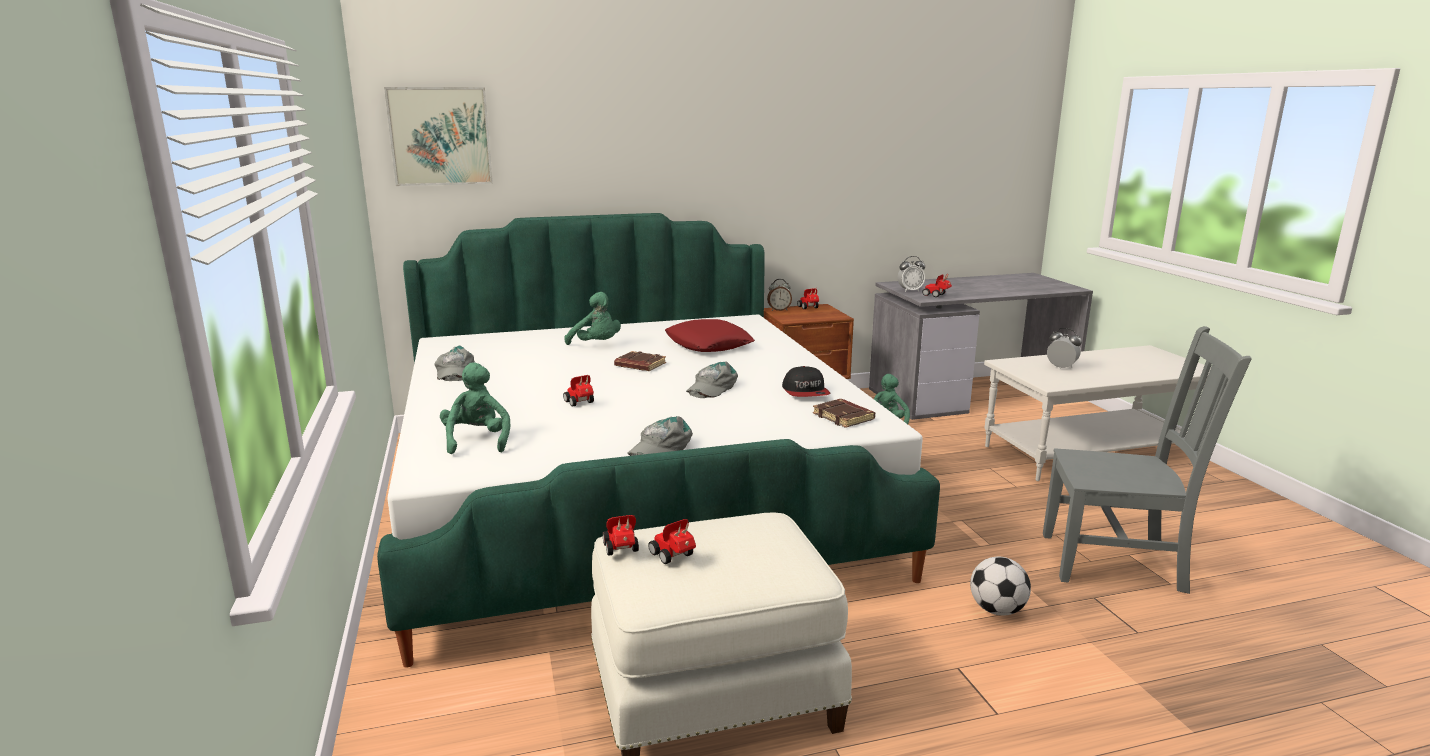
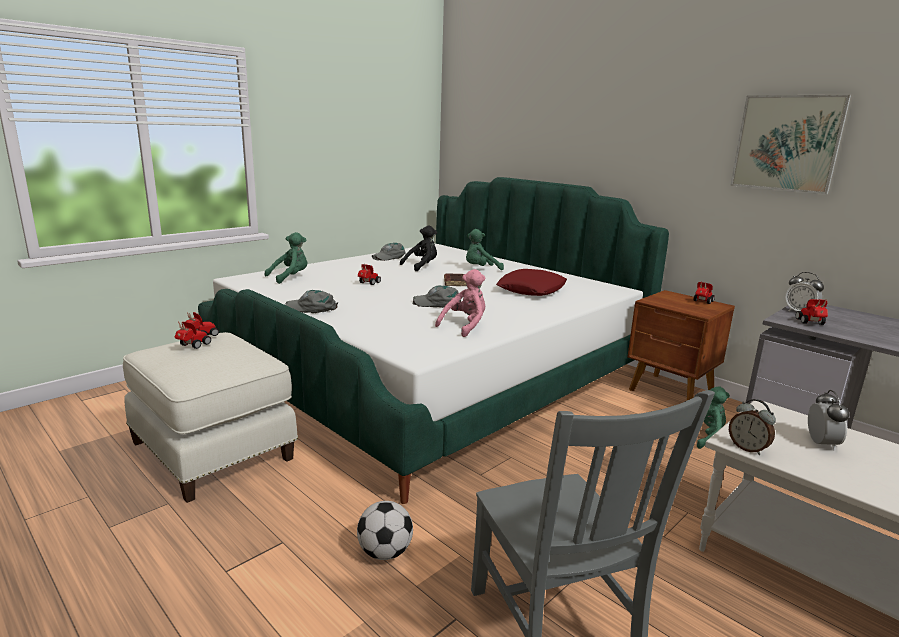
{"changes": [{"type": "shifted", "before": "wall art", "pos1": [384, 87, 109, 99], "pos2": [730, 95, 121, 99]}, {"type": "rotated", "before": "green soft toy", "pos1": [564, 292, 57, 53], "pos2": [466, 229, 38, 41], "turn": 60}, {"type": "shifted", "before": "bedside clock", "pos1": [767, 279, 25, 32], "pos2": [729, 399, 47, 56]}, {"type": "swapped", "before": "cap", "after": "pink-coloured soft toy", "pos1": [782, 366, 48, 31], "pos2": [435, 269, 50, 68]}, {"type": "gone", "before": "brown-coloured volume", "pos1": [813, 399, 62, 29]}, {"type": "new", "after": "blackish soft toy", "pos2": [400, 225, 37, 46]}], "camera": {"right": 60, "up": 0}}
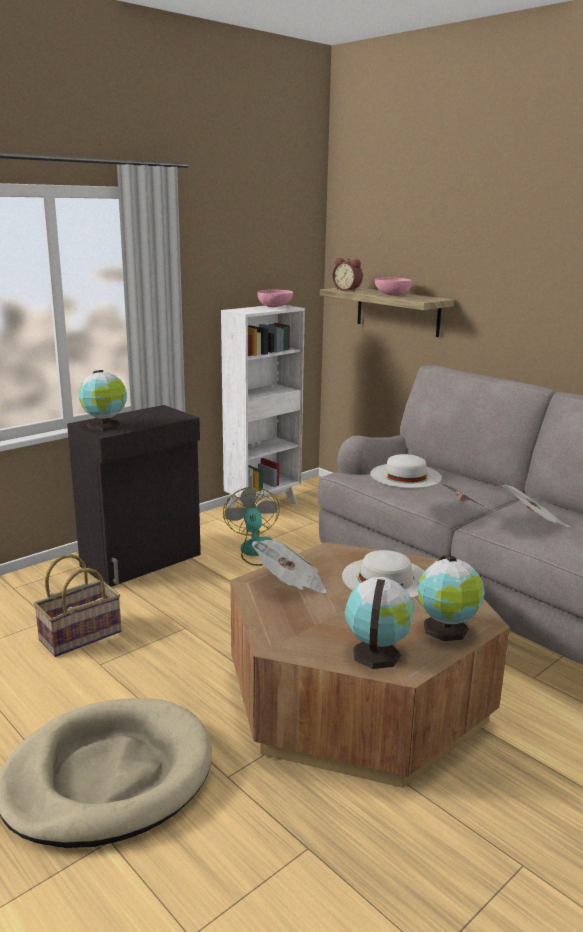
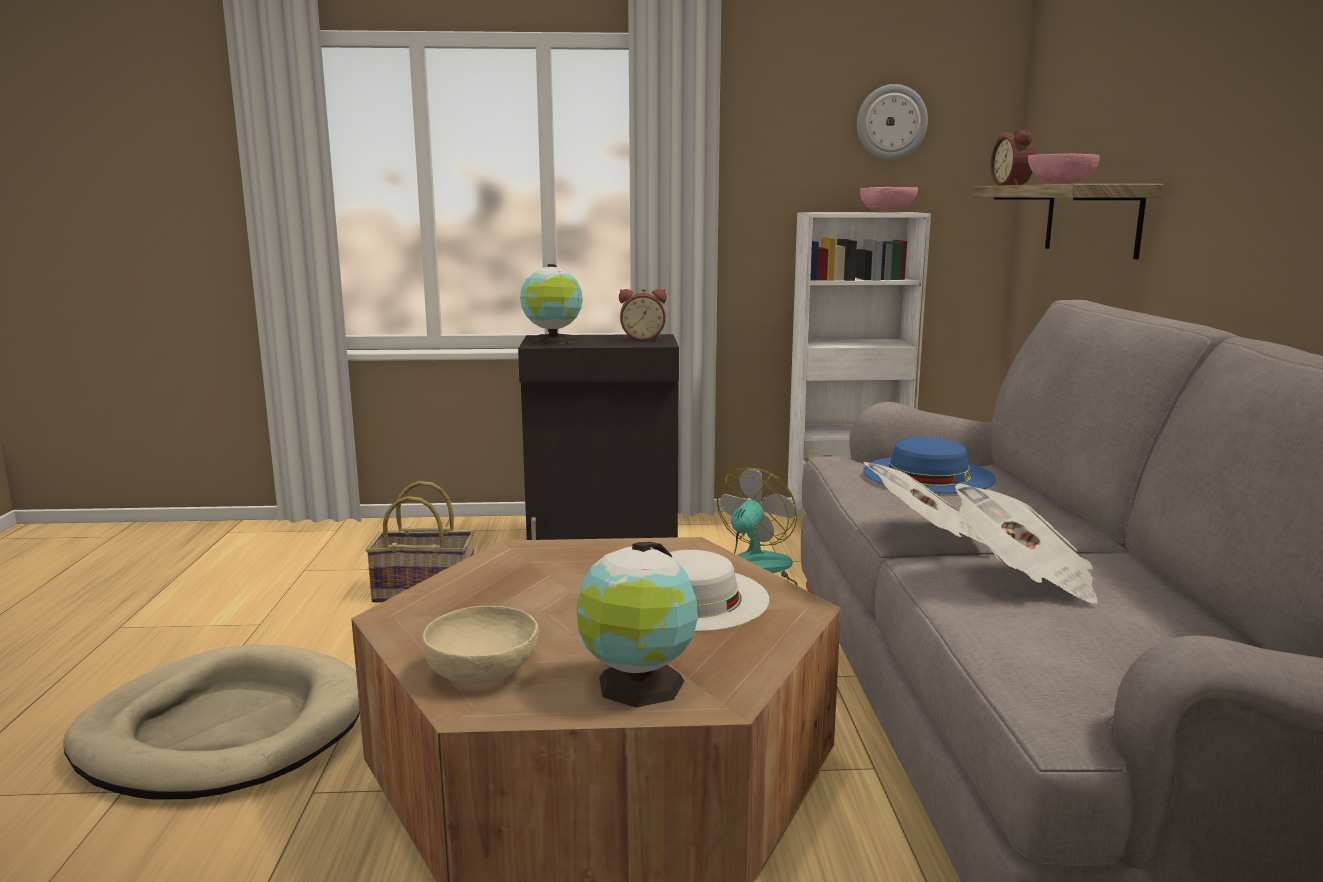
{"changes": [{"type": "gone", "before": "daily paper", "pos1": [252, 540, 75, 53]}, {"type": "swapped", "before": "world globe", "after": "beige deep dish", "pos1": [345, 577, 69, 92], "pos2": [422, 606, 117, 78]}, {"type": "repainted", "before": "white-coloured hat", "after": "bluish hat", "pos1": [370, 454, 72, 34], "pos2": [863, 437, 133, 57]}, {"type": "new", "after": "bedside clock", "pos2": [619, 289, 48, 52]}, {"type": "new", "after": "wall clock", "pos2": [857, 84, 71, 76]}], "camera": {"right": 40, "up": -5}}
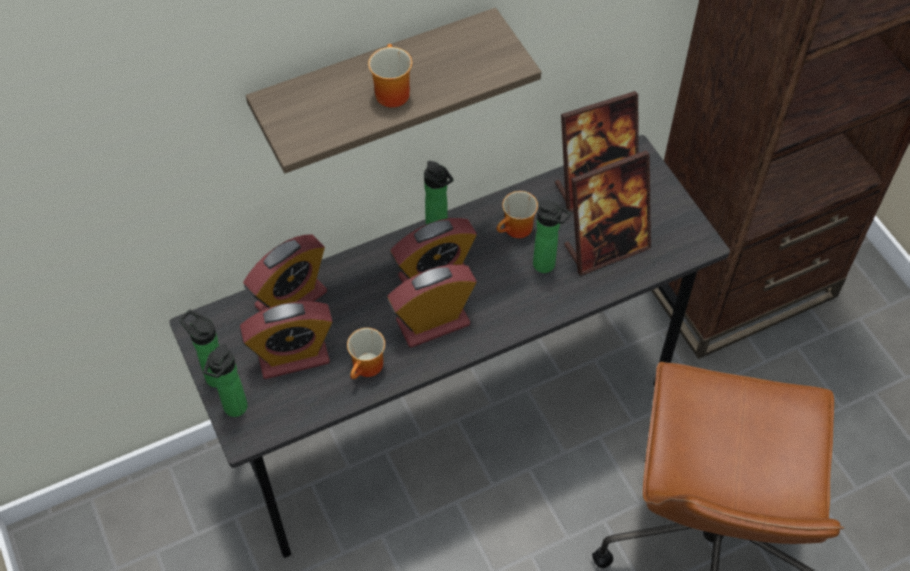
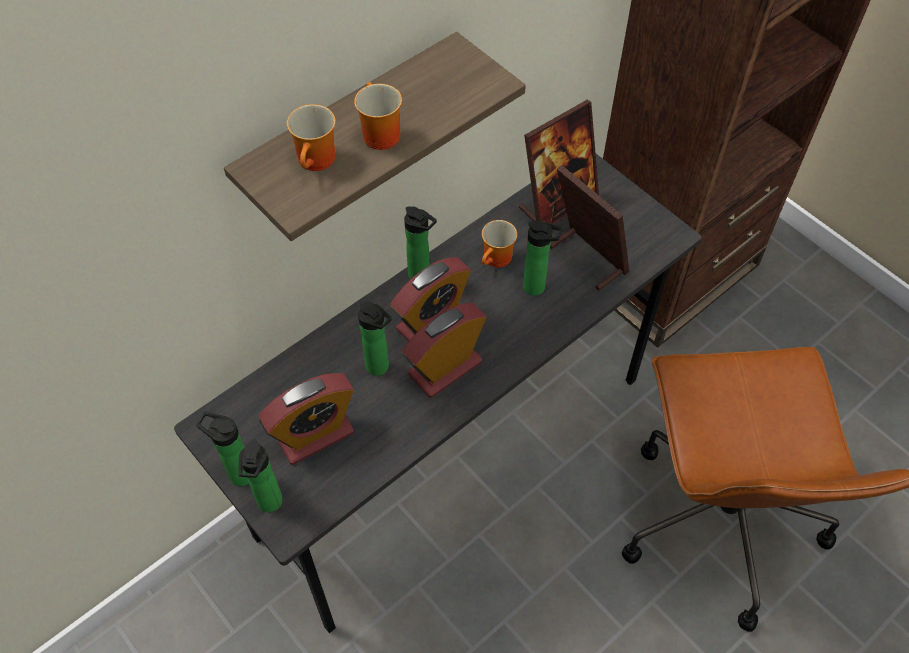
{"changes": [{"type": "gone", "before": "bedside clock", "pos1": [243, 234, 84, 77]}, {"type": "shifted", "before": "mug", "pos1": [347, 328, 38, 51], "pos2": [287, 104, 49, 67]}, {"type": "rotated", "before": "picture frame", "pos1": [564, 150, 87, 126], "pos2": [550, 165, 79, 126], "turn": -90}, {"type": "new", "after": "drink bottle", "pos2": [358, 301, 34, 75]}], "camera": {"right": -15, "up": 0}}
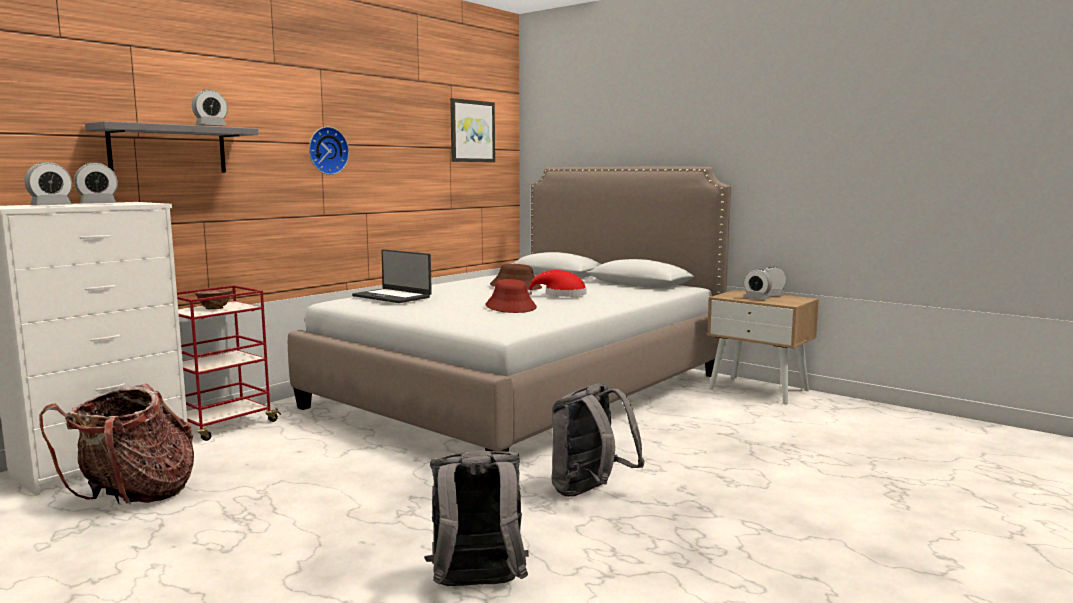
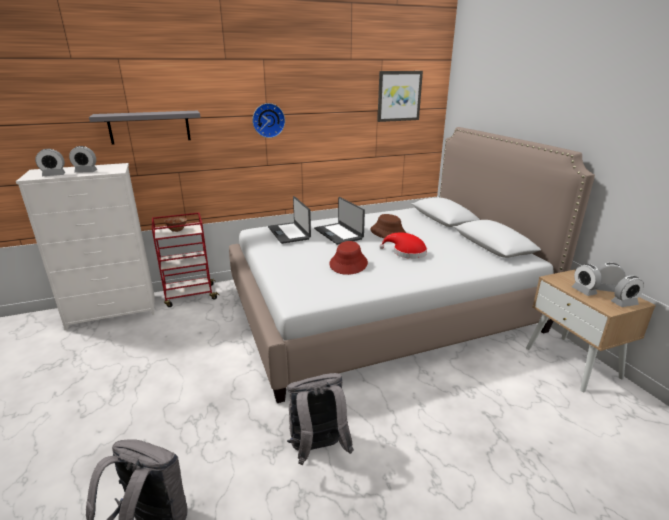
{"changes": [{"type": "gone", "before": "backpack", "pos1": [39, 384, 155, 120]}, {"type": "shifted", "before": "bedside clock", "pos1": [192, 90, 36, 36], "pos2": [611, 276, 33, 31]}, {"type": "new", "after": "notebook computer", "pos2": [314, 197, 51, 48]}], "camera": {"right": 30, "up": 15}}
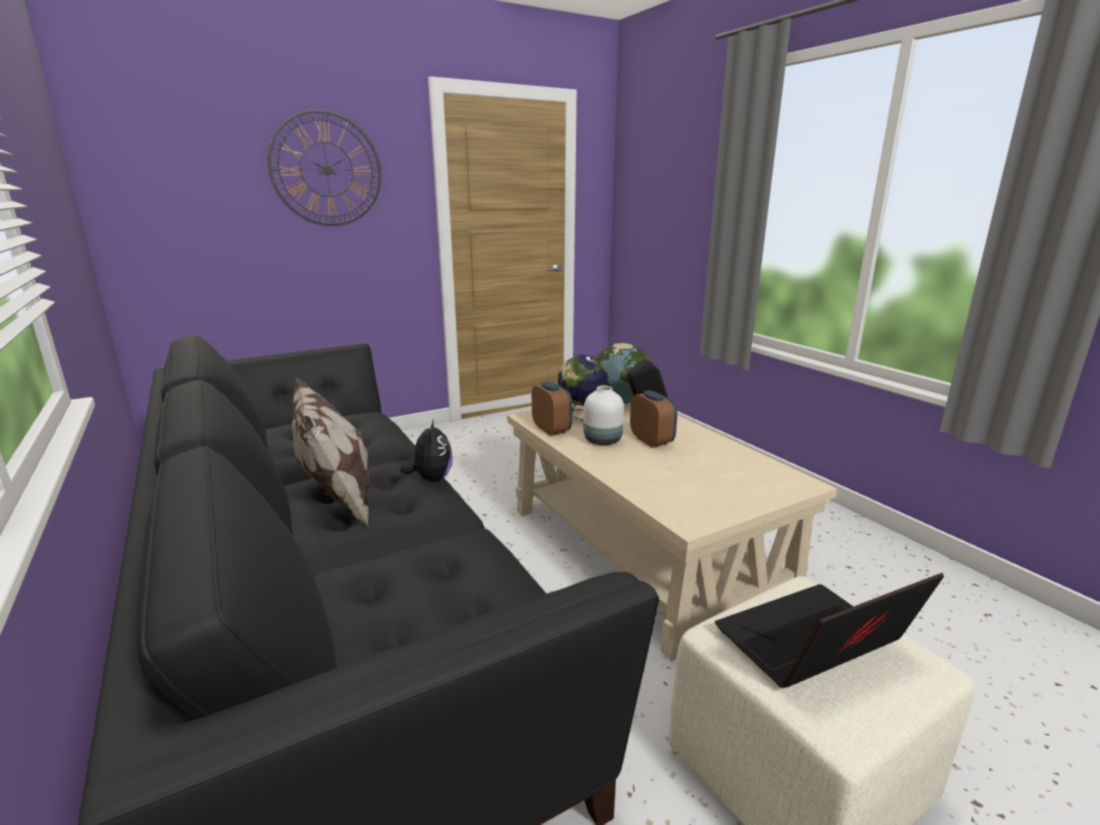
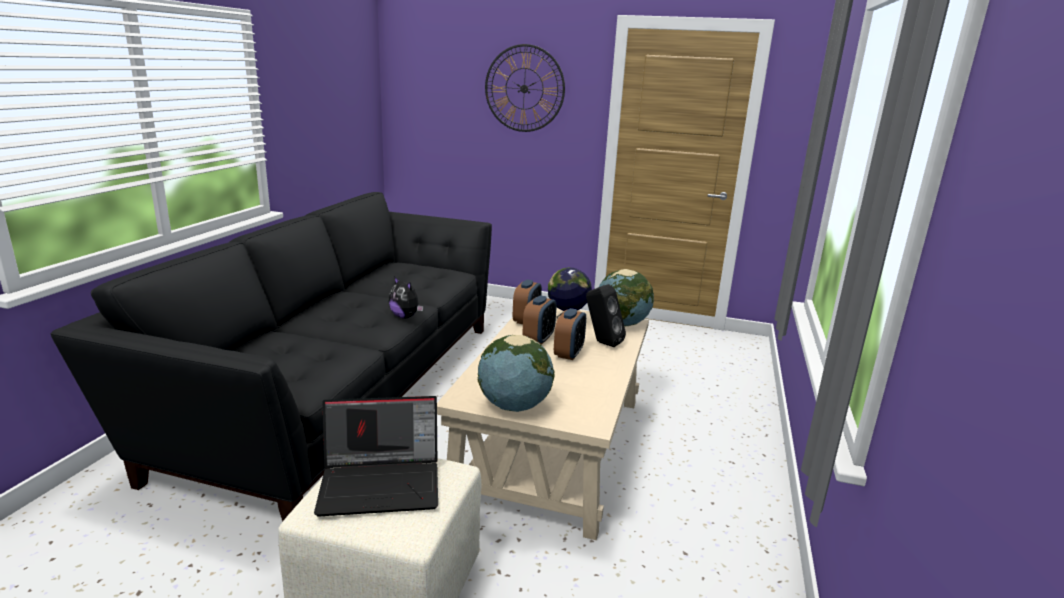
{"changes": [{"type": "gone", "before": "throw pillow", "pos1": [292, 378, 78, 150]}, {"type": "rotated", "before": "soft toy", "pos1": [401, 419, 52, 62], "pos2": [389, 276, 35, 43], "turn": 90}, {"type": "swapped", "before": "white-coloured vase", "after": "bedside clock", "pos1": [583, 385, 41, 60], "pos2": [523, 295, 34, 50]}, {"type": "rotated", "before": "notebook computer", "pos1": [715, 573, 229, 115], "pos2": [314, 396, 124, 120], "turn": 150}, {"type": "new", "after": "world globe", "pos2": [477, 335, 78, 77]}], "camera": {"right": 45, "up": 0}}
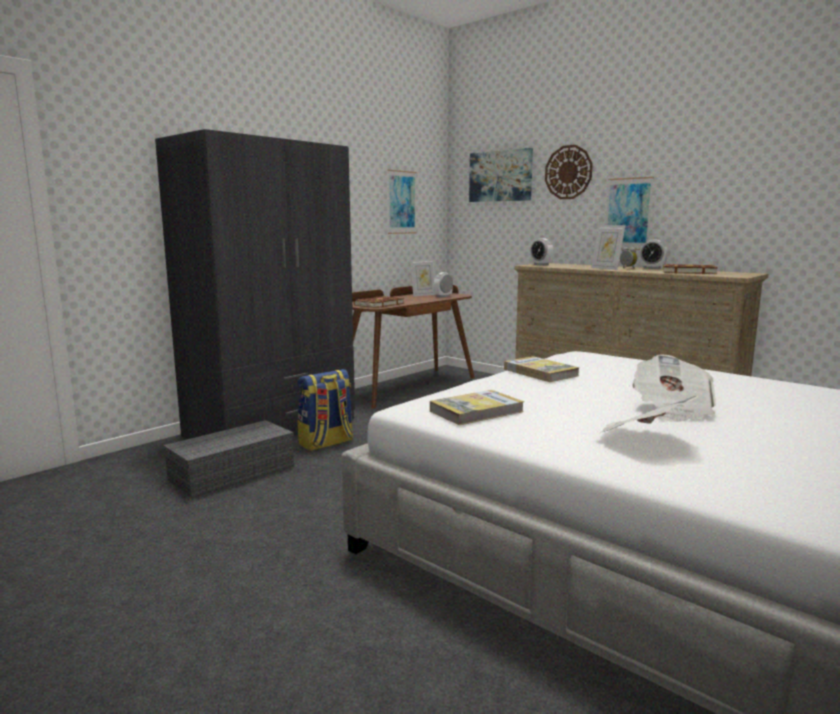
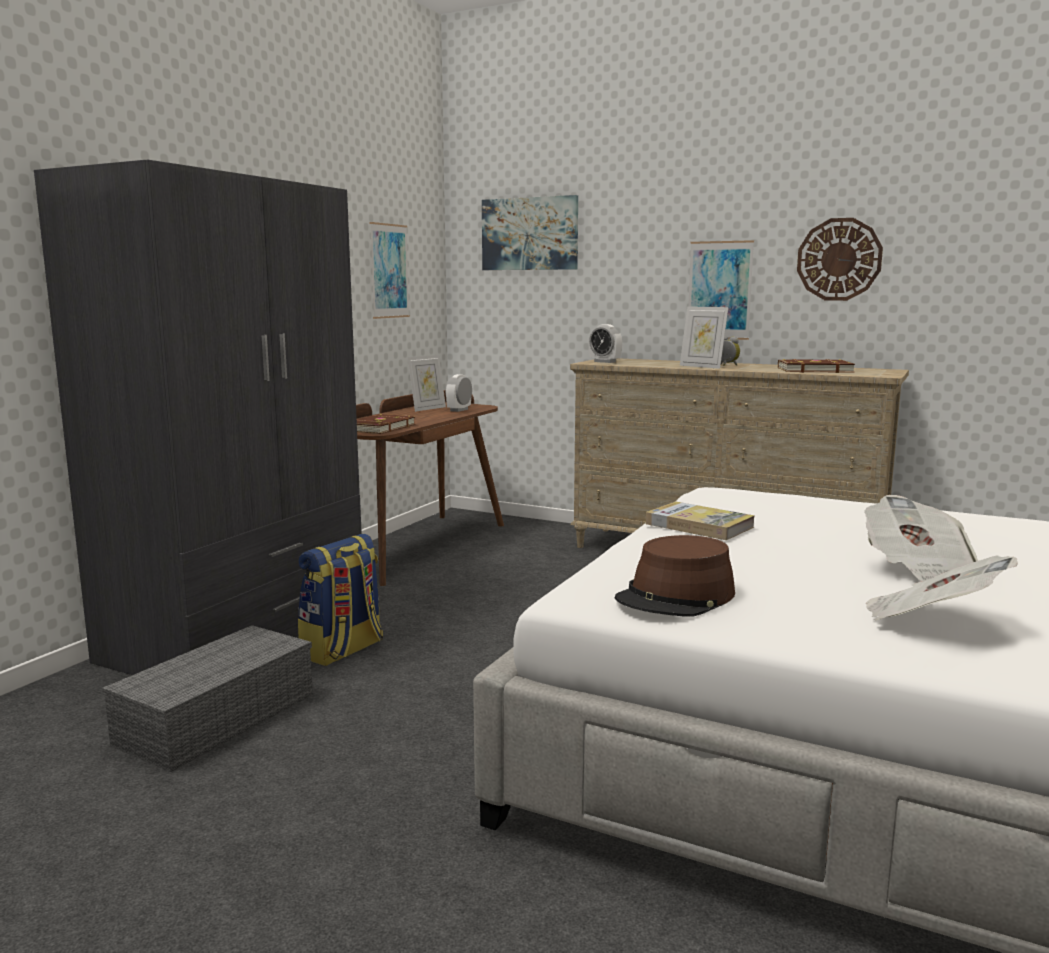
{"changes": [{"type": "swapped", "before": "volume", "after": "brown-coloured hat", "pos1": [430, 390, 94, 35], "pos2": [615, 535, 120, 82]}, {"type": "shifted", "before": "wall clock", "pos1": [545, 145, 48, 54], "pos2": [797, 218, 86, 83]}, {"type": "gone", "before": "bedside clock", "pos1": [639, 240, 29, 29]}], "camera": {"right": -15, "up": 0}}
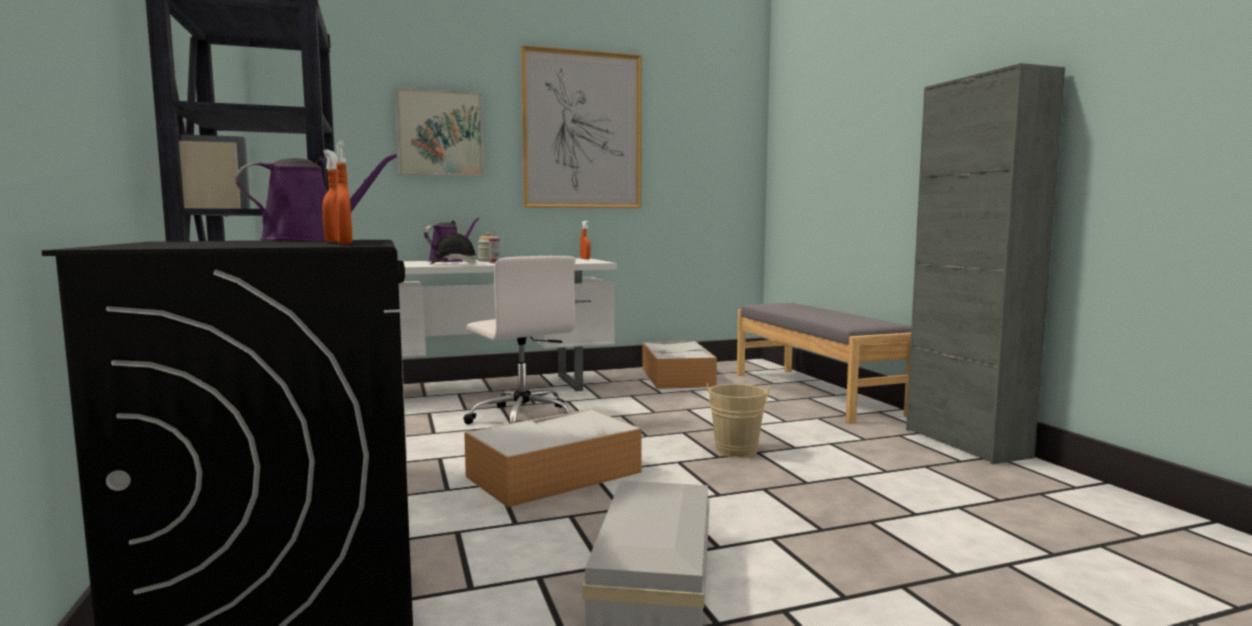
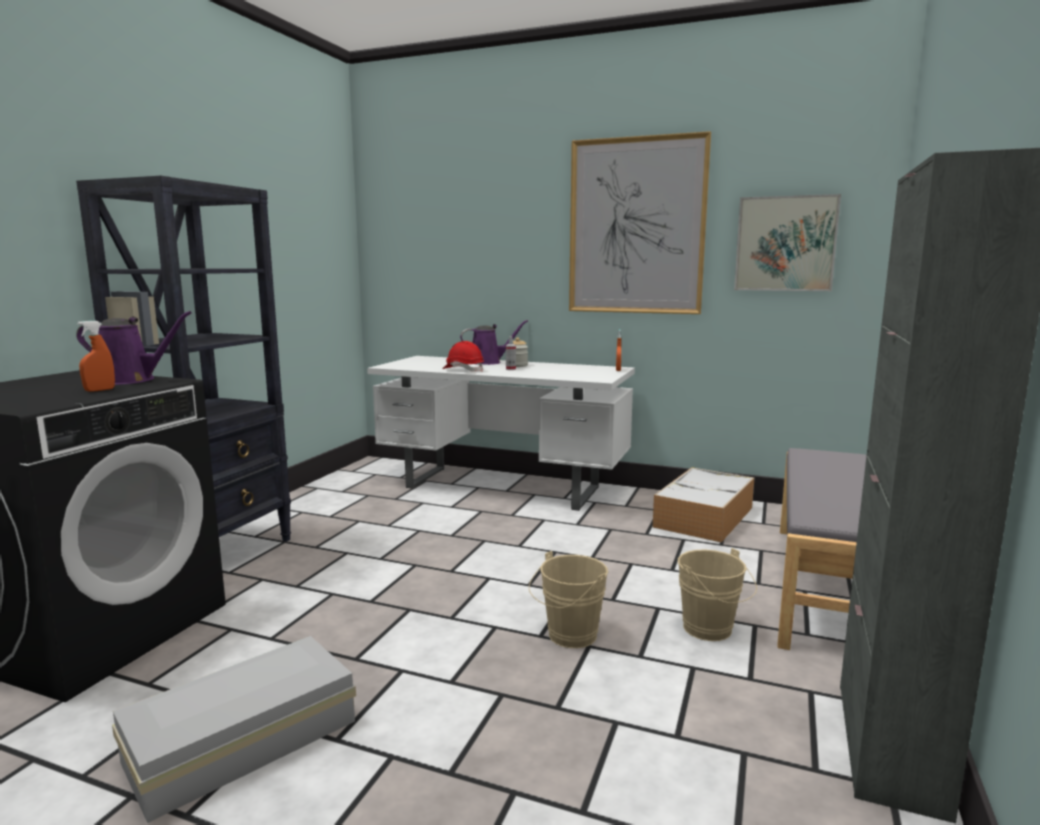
{"changes": [{"type": "gone", "before": "orangey spray bottle", "pos1": [336, 140, 17, 105]}, {"type": "shifted", "before": "wall art", "pos1": [395, 88, 89, 88], "pos2": [734, 194, 107, 97]}, {"type": "repainted", "before": "blackish hard hat", "after": "red hard hat", "pos1": [431, 233, 46, 31], "pos2": [442, 341, 42, 31]}, {"type": "gone", "before": "white-coloured office chair", "pos1": [463, 255, 112, 169]}, {"type": "gone", "before": "storage container", "pos1": [464, 409, 178, 98]}, {"type": "new", "after": "beige pail", "pos2": [678, 548, 79, 93]}], "camera": {"right": 40, "up": 5}}
